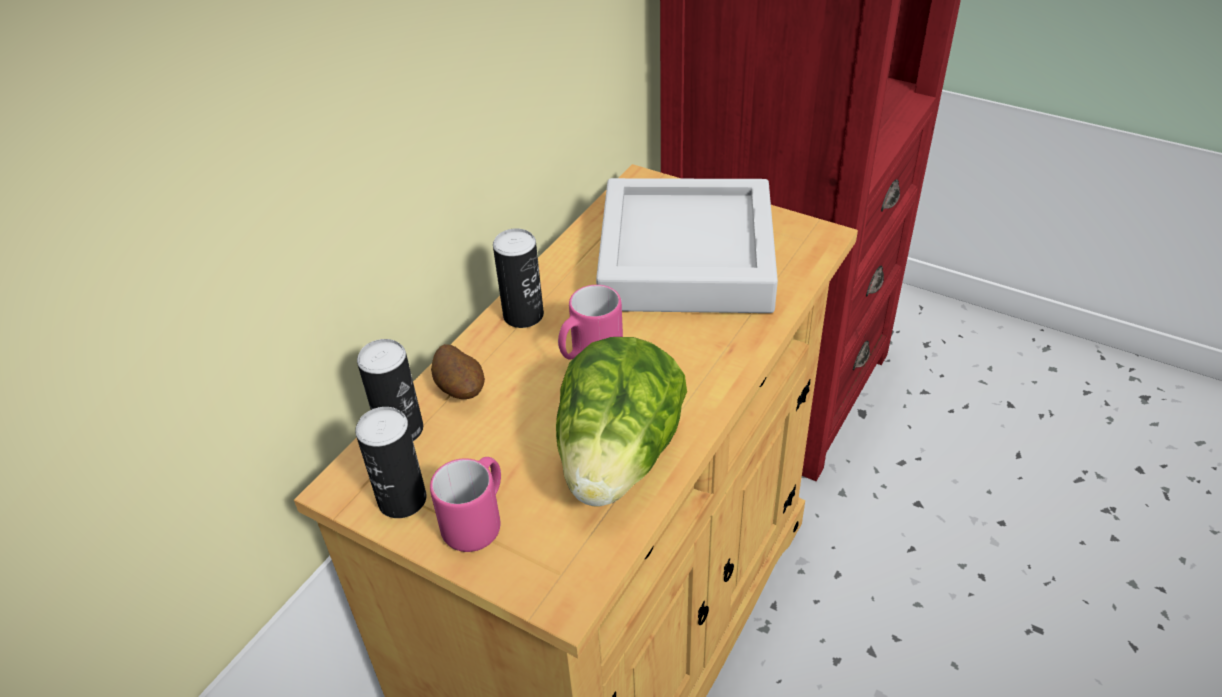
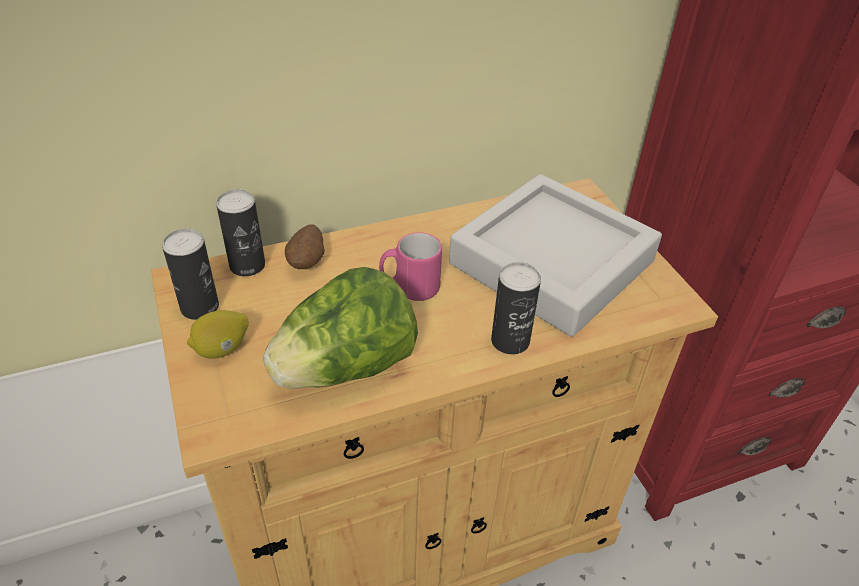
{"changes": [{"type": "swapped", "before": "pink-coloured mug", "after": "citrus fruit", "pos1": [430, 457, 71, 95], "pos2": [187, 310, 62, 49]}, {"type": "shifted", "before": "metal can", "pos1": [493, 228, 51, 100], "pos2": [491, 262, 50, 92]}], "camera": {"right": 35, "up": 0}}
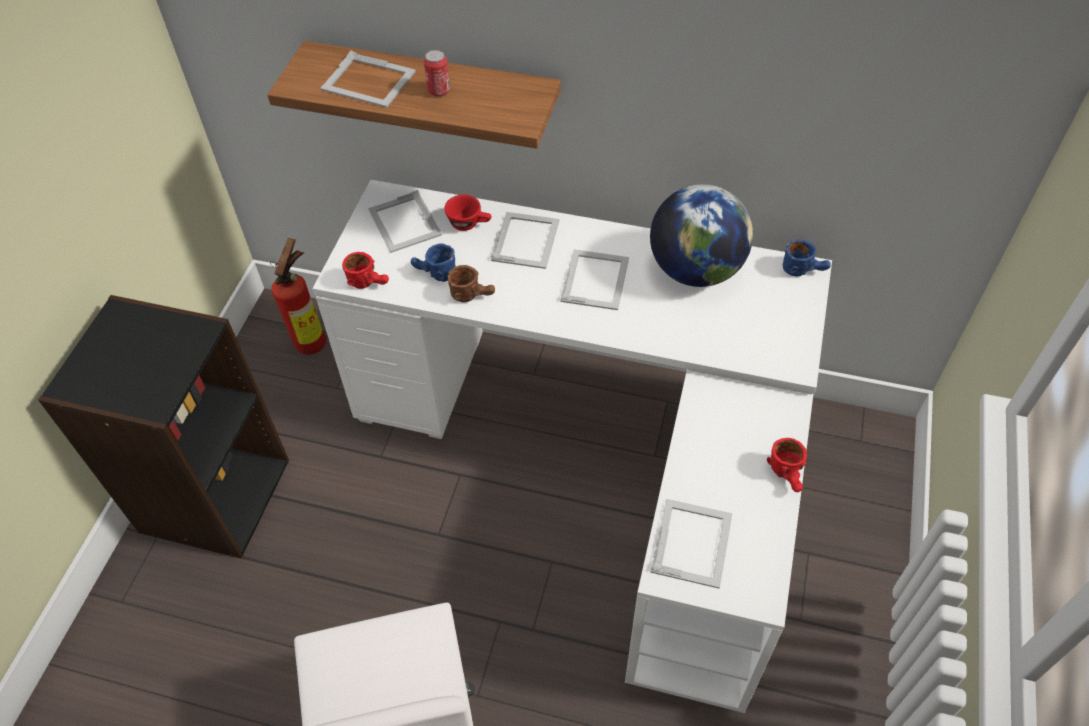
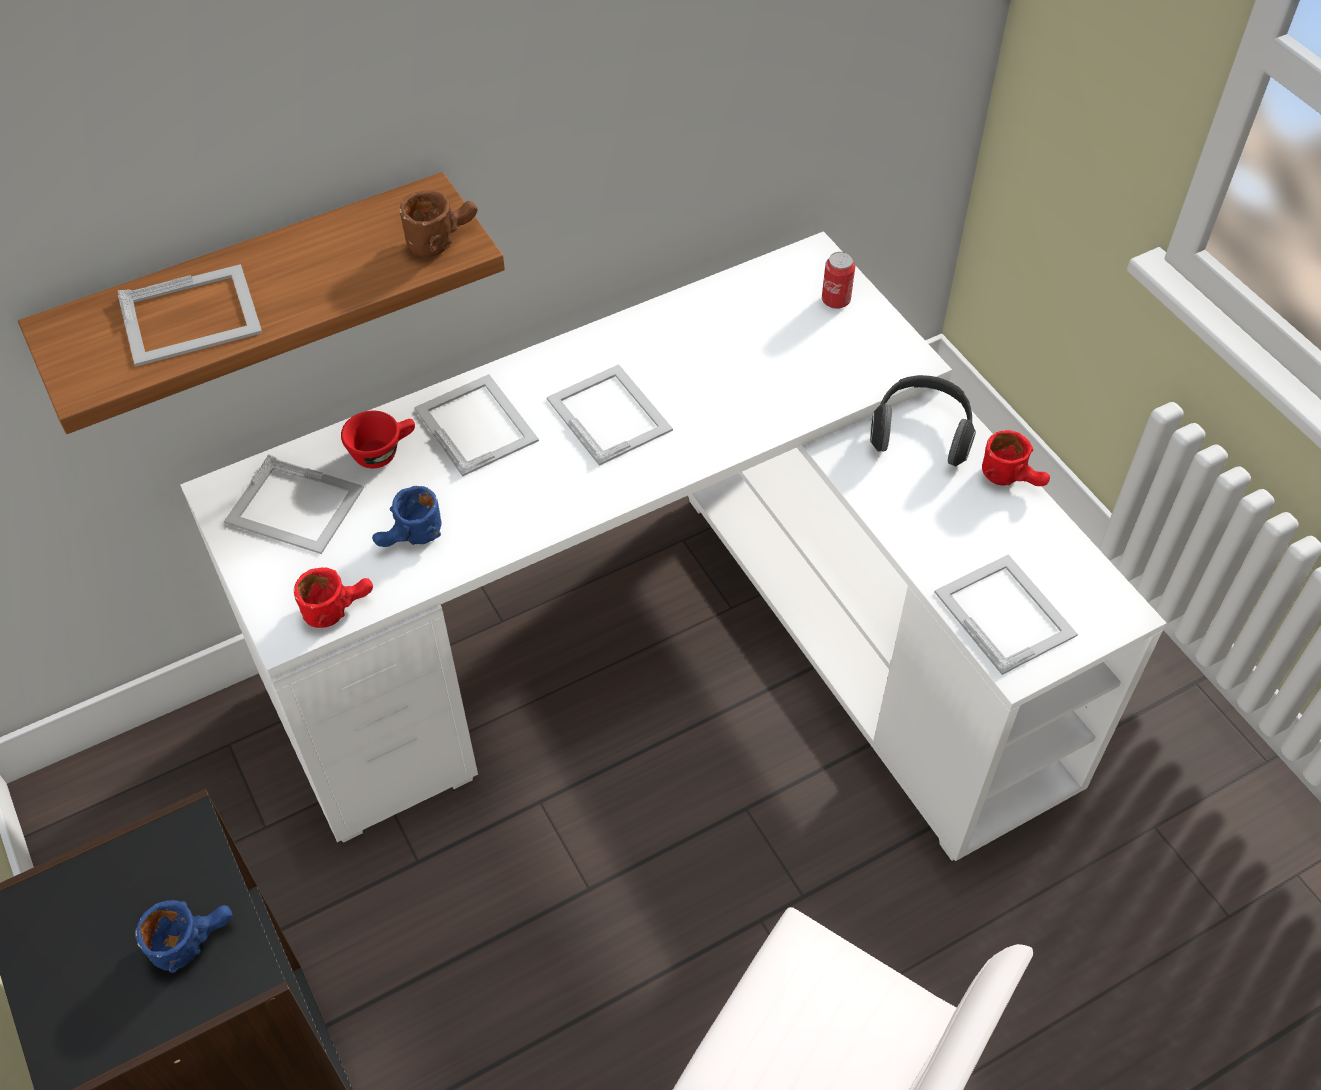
{"changes": [{"type": "gone", "before": "fire-fighting cylinder", "pos1": [270, 238, 56, 117]}, {"type": "shifted", "before": "metal can", "pos1": [424, 50, 26, 47], "pos2": [822, 252, 33, 57]}, {"type": "shifted", "before": "brown-coloured mug", "pos1": [448, 265, 47, 38], "pos2": [399, 190, 79, 67]}, {"type": "gone", "before": "world globe", "pos1": [650, 184, 103, 103]}, {"type": "shifted", "before": "bluish mug", "pos1": [783, 239, 48, 38], "pos2": [135, 900, 98, 73]}, {"type": "new", "after": "headset", "pos2": [870, 375, 106, 91]}], "camera": {"right": -45, "up": 0}}
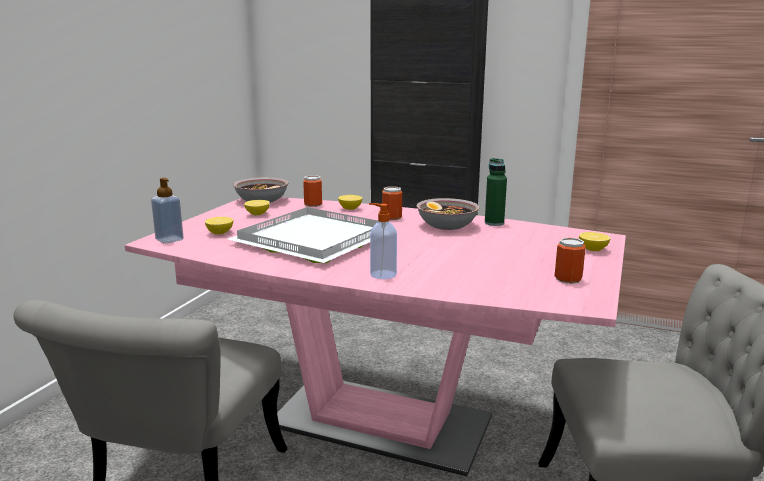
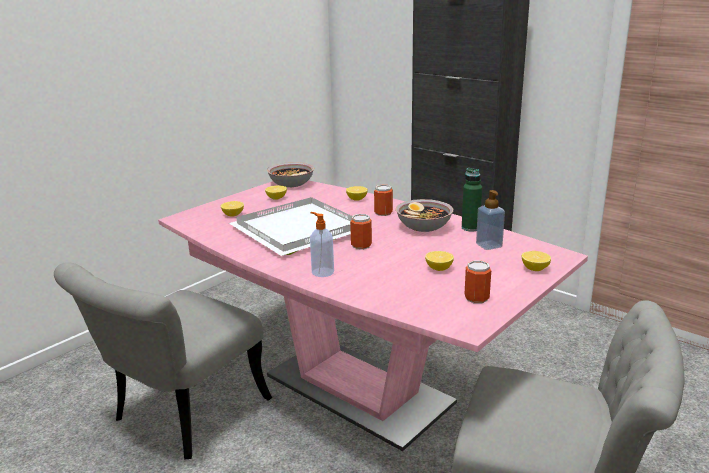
{"changes": [{"type": "shifted", "before": "soap dispenser", "pos1": [151, 178, 33, 66], "pos2": [476, 190, 29, 60]}, {"type": "shifted", "before": "metal can", "pos1": [303, 175, 19, 32], "pos2": [350, 214, 22, 36]}, {"type": "new", "after": "citrus fruit", "pos2": [425, 251, 29, 20]}], "camera": {"right": 20, "up": 5}}
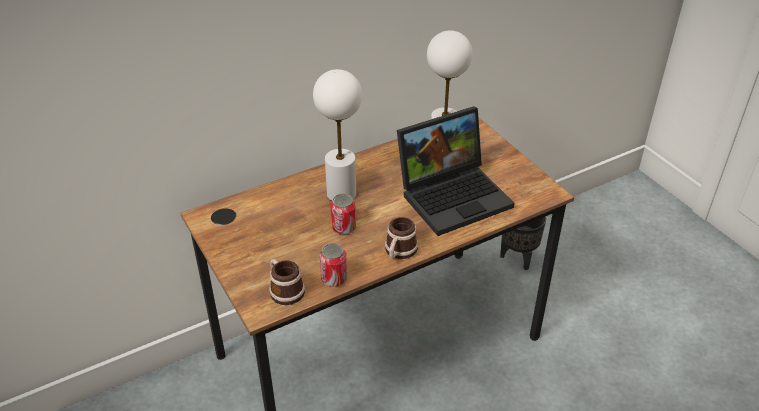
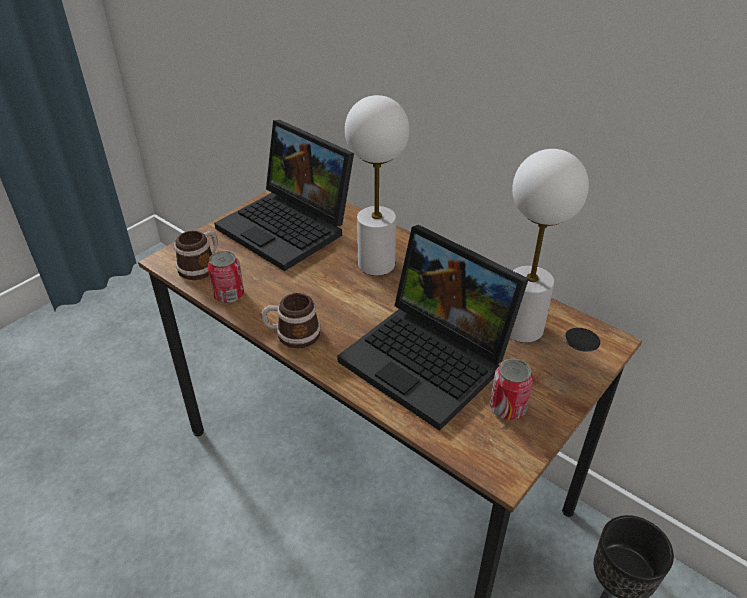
{"changes": [{"type": "shifted", "before": "metal can", "pos1": [331, 194, 25, 41], "pos2": [490, 359, 43, 61]}, {"type": "new", "after": "notebook computer", "pos2": [214, 120, 140, 151]}], "camera": {"right": 70, "up": 0}}
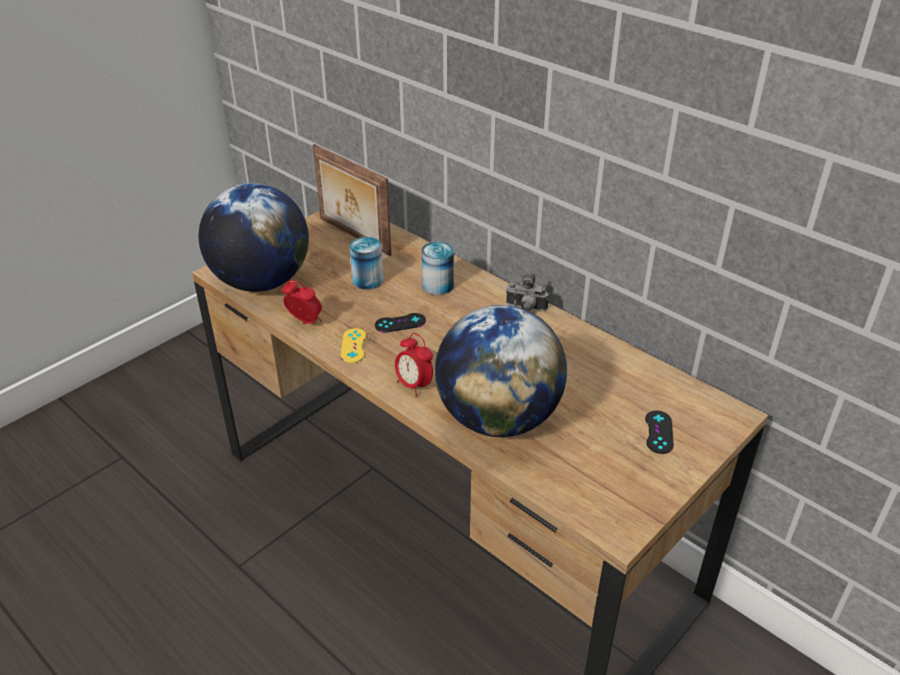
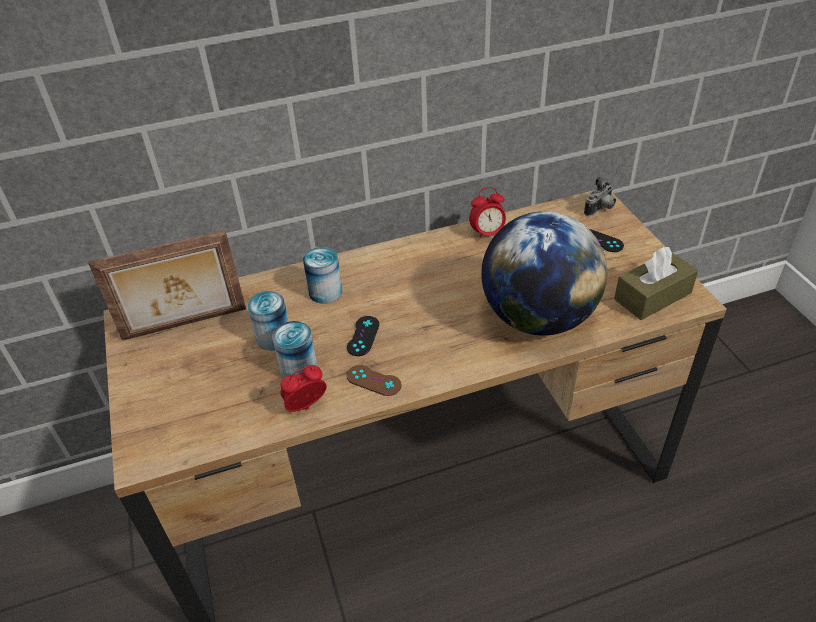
{"changes": [{"type": "gone", "before": "world globe", "pos1": [198, 183, 111, 109]}, {"type": "repainted", "before": "yellowish joypad", "after": "brown-coloured joypad", "pos1": [341, 328, 25, 35], "pos2": [347, 365, 54, 31]}, {"type": "shifted", "before": "bedside clock", "pos1": [395, 333, 38, 63], "pos2": [469, 187, 37, 54]}, {"type": "shifted", "before": "still camera", "pos1": [506, 274, 43, 37], "pos2": [584, 177, 32, 39]}, {"type": "new", "after": "metal can", "pos2": [272, 321, 45, 57]}, {"type": "new", "after": "brown-coloured box of tissues", "pos2": [614, 247, 84, 73]}], "camera": {"right": -60, "up": 5}}
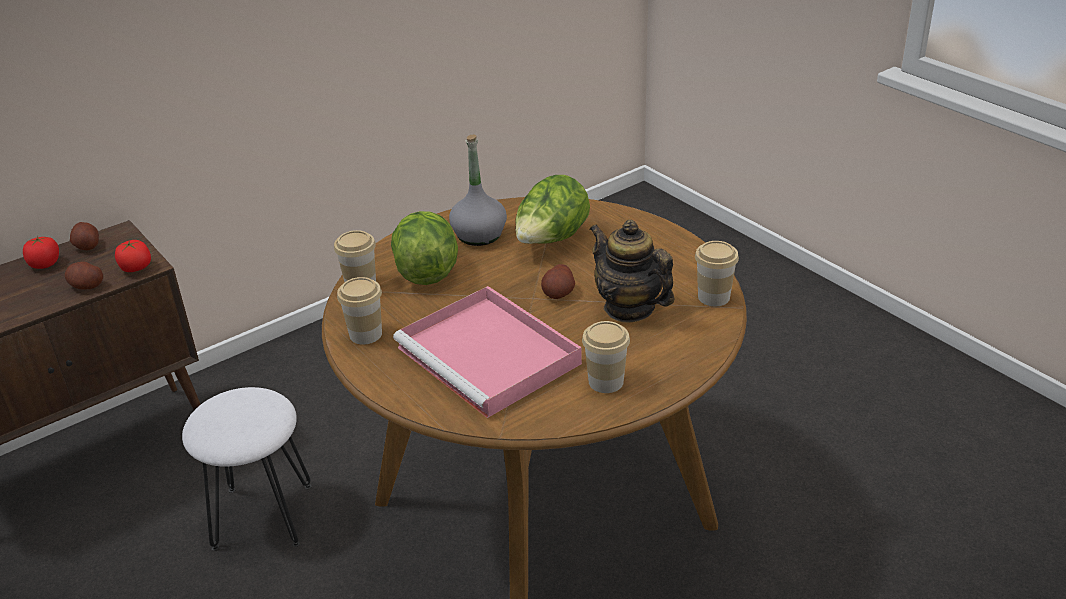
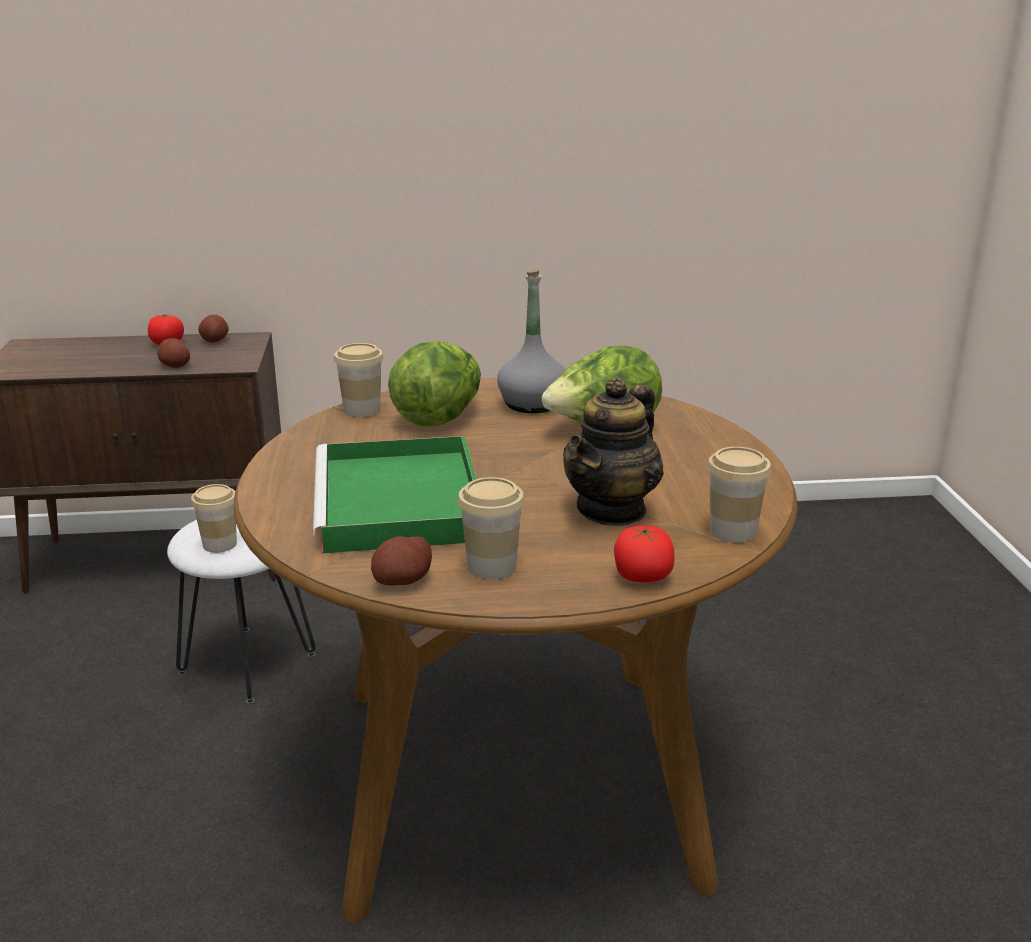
{"changes": [{"type": "shifted", "before": "tomato", "pos1": [115, 240, 36, 32], "pos2": [614, 526, 61, 56]}, {"type": "shifted", "before": "drinking cup", "pos1": [337, 277, 45, 68], "pos2": [191, 484, 46, 69]}, {"type": "repainted", "before": "pink-coloured carrying tray", "after": "green carrying tray", "pos1": [393, 286, 189, 132], "pos2": [313, 436, 164, 118]}, {"type": "shifted", "before": "whole potato", "pos1": [541, 264, 34, 35], "pos2": [371, 536, 61, 50]}, {"type": "rotated", "before": "teapot", "pos1": [589, 220, 85, 102], "pos2": [563, 376, 101, 151], "turn": -135}], "camera": {"right": 30, "up": -10}}
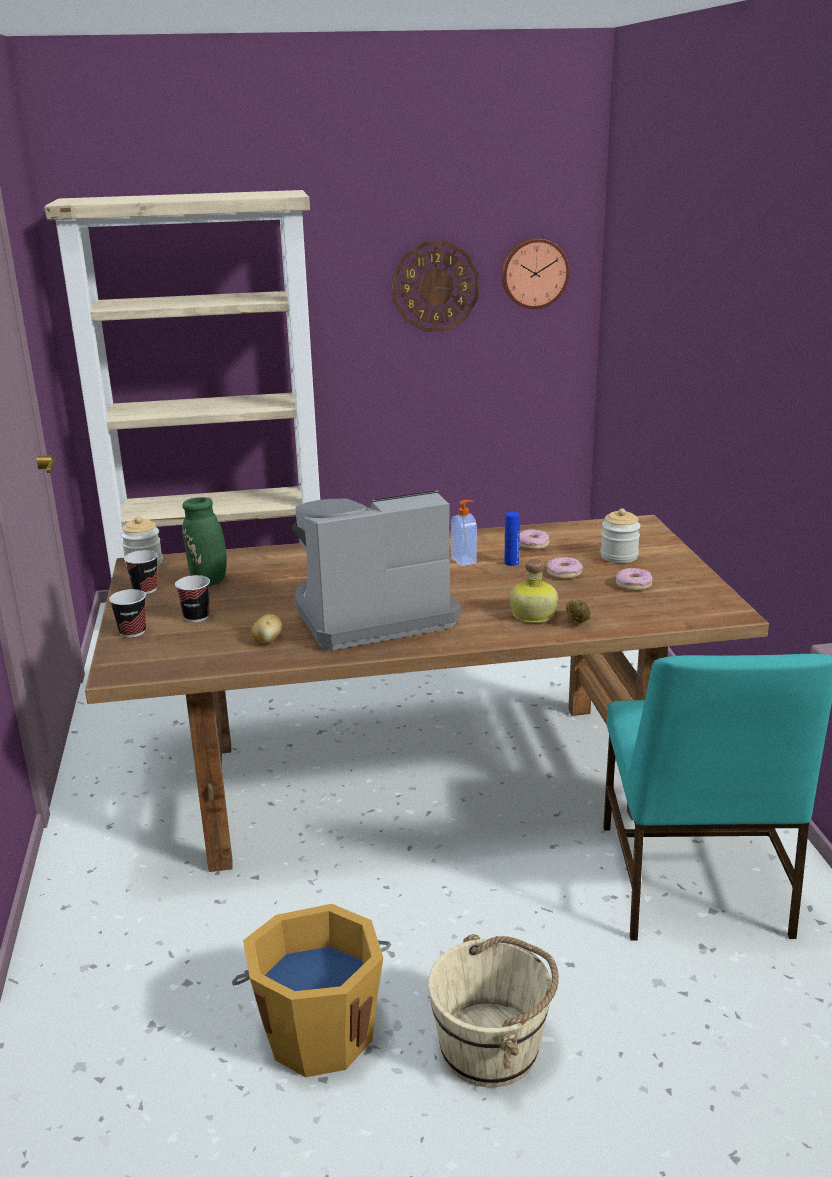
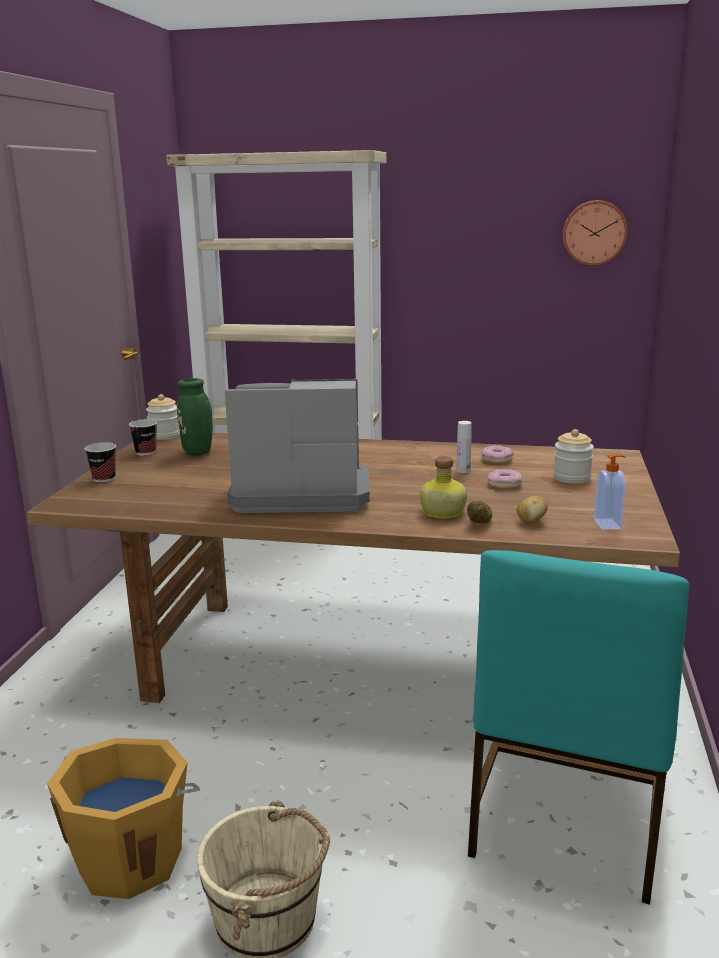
{"changes": [{"type": "gone", "before": "drinking cup", "pos1": [175, 575, 35, 47]}, {"type": "shifted", "before": "whole potato", "pos1": [251, 614, 31, 29], "pos2": [517, 496, 31, 27]}, {"type": "gone", "before": "wall clock", "pos1": [392, 241, 87, 91]}, {"type": "shifted", "before": "soap dispenser", "pos1": [451, 500, 26, 66], "pos2": [594, 454, 32, 76]}, {"type": "repainted", "before": "bluish drink bottle", "after": "white-coloured drink bottle", "pos1": [504, 512, 16, 54], "pos2": [457, 421, 15, 52]}, {"type": "gone", "before": "ring doughnut", "pos1": [615, 568, 38, 23]}], "camera": {"right": 20, "up": -5}}
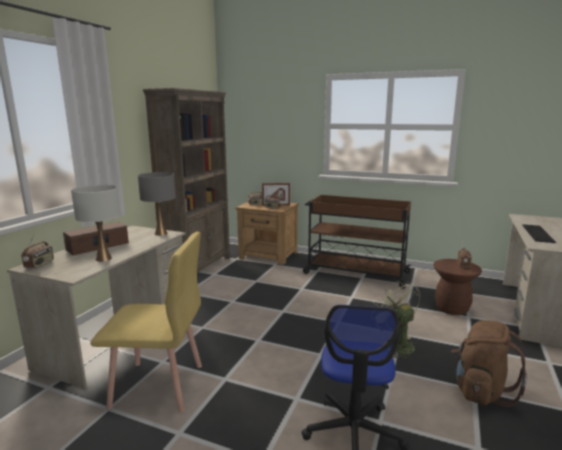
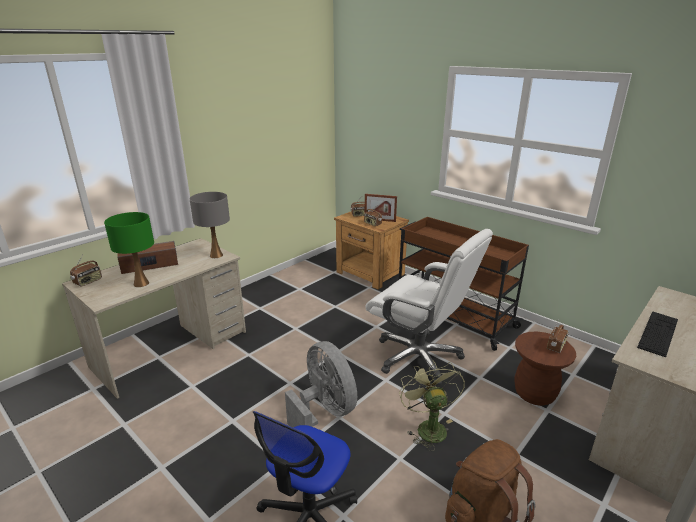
{"changes": [{"type": "repainted", "before": "white-coloured lamp for a table", "after": "green lamp for a table", "pos1": [71, 185, 49, 77], "pos2": [104, 212, 50, 75]}, {"type": "gone", "before": "yellowish upright chair", "pos1": [90, 232, 112, 180]}, {"type": "gone", "before": "brown-coloured shelving unit", "pos1": [143, 88, 87, 185]}, {"type": "new", "after": "gray electric fan", "pos2": [285, 341, 72, 86]}, {"type": "new", "after": "white-coloured office chair", "pos2": [366, 229, 127, 157]}], "camera": {"right": 20, "up": 10}}
